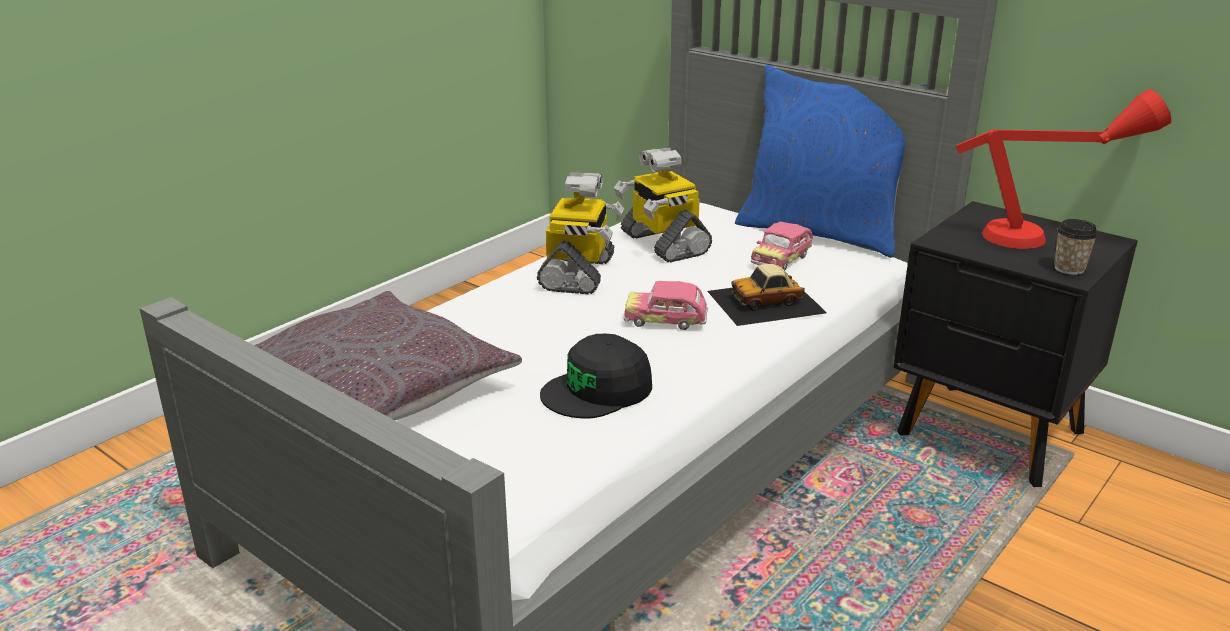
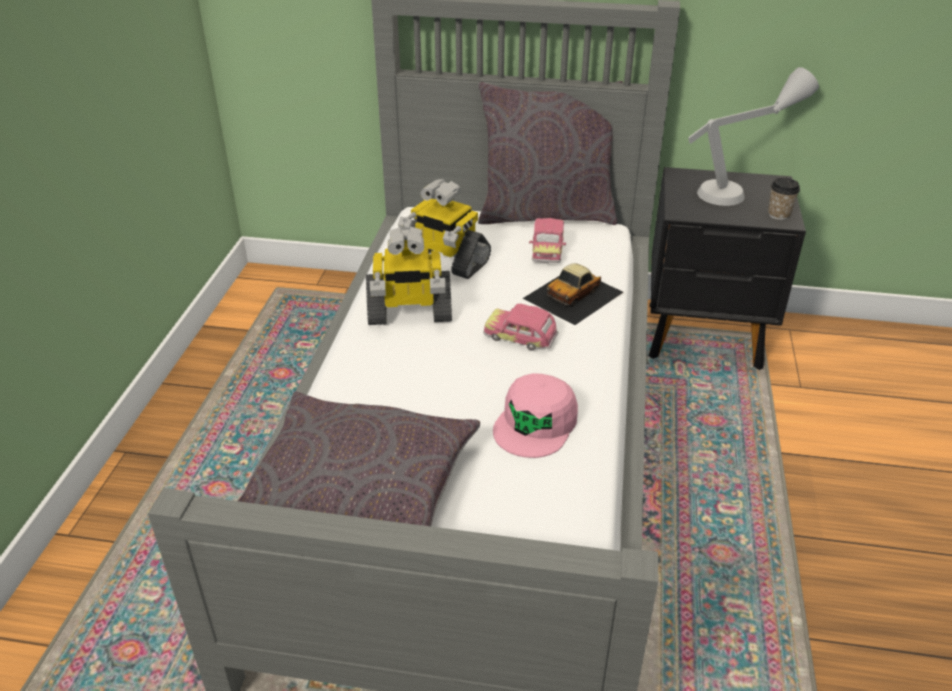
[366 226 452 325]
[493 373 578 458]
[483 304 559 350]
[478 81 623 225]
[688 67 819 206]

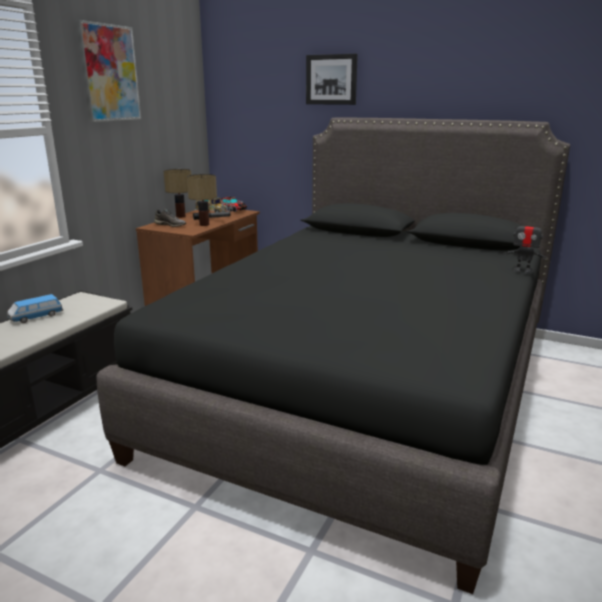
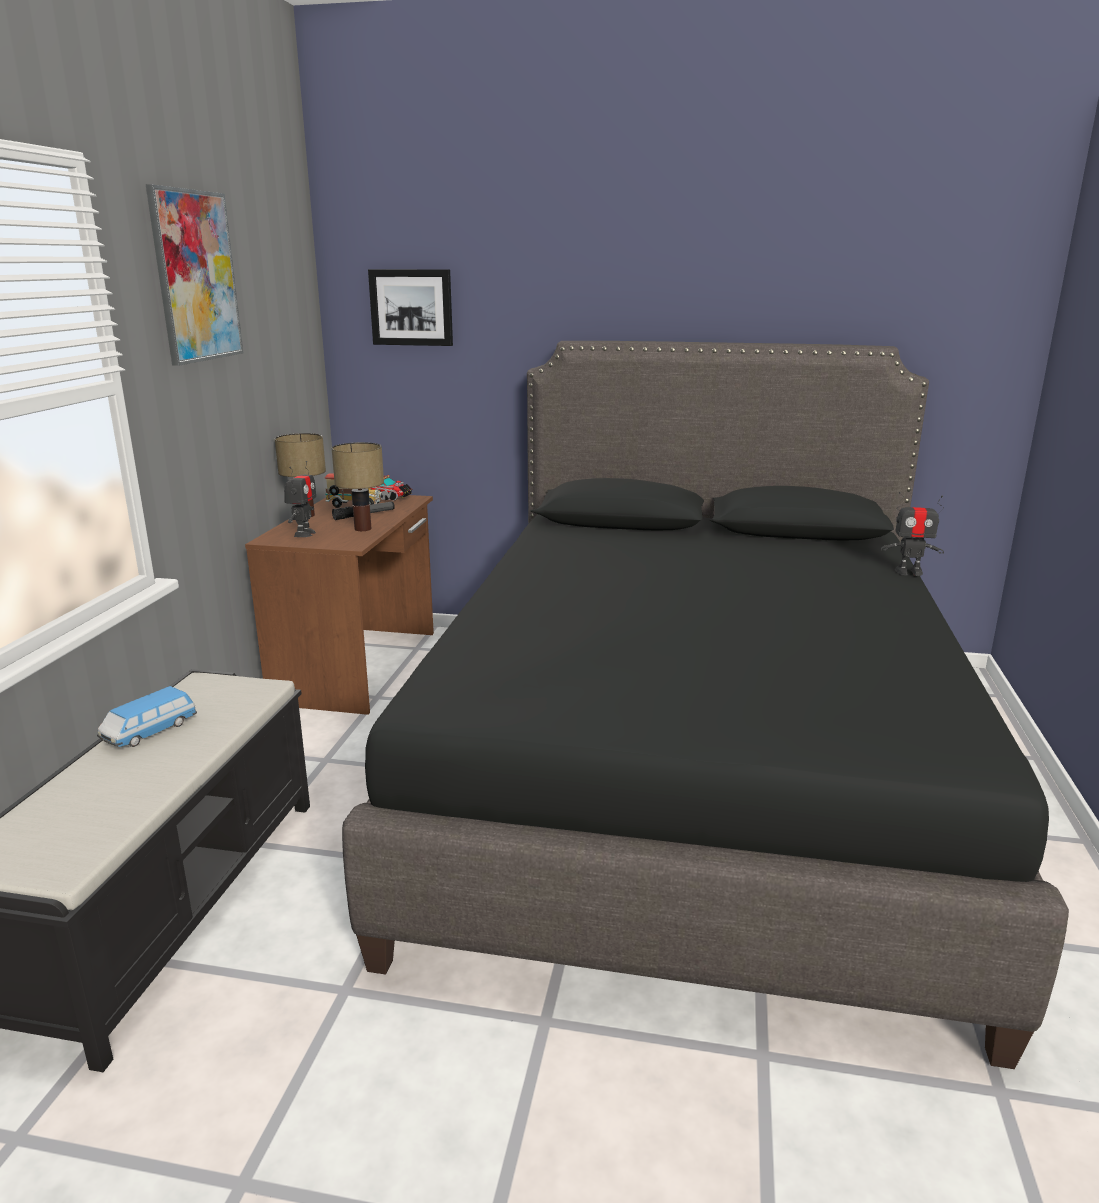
[284 461 316 537]
[368 269 453 346]

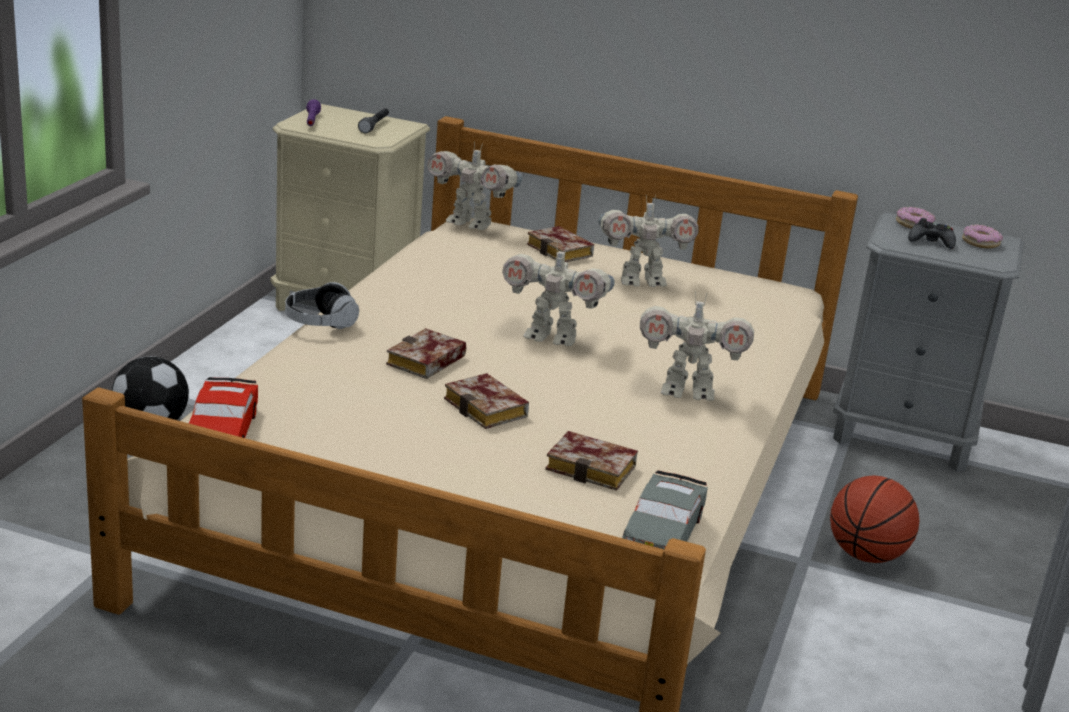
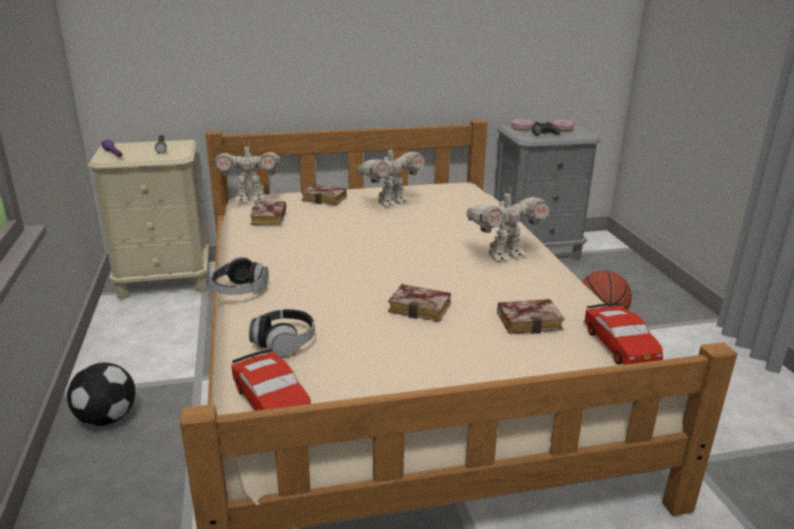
[250 201 286 225]
[502 241 614 346] (first image)
[585 303 663 365]
[249 309 315 356]

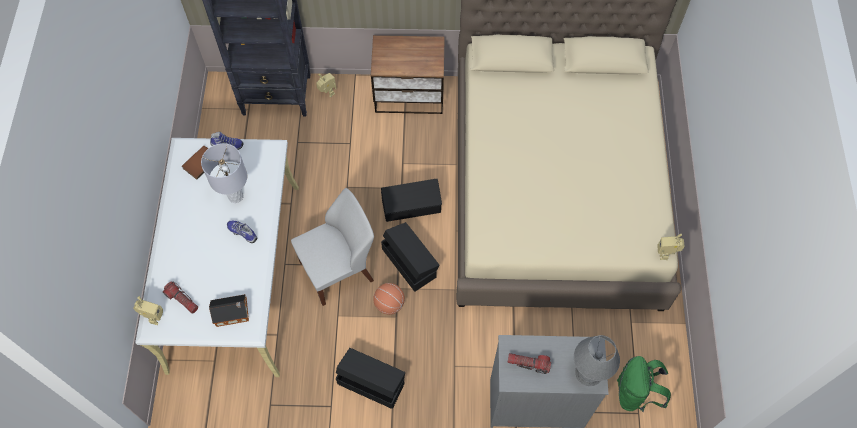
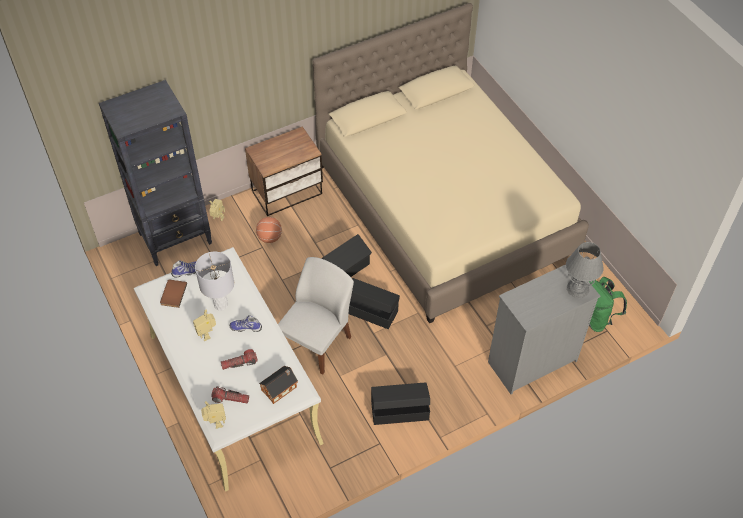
[256 217 282 243]
[221 349 257 370]
[193 310 216 341]

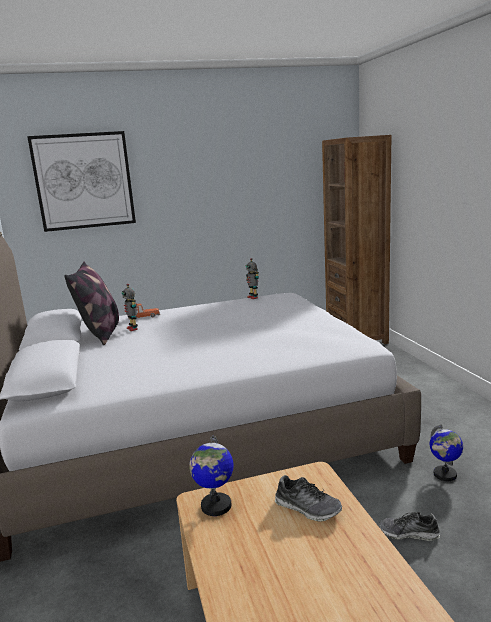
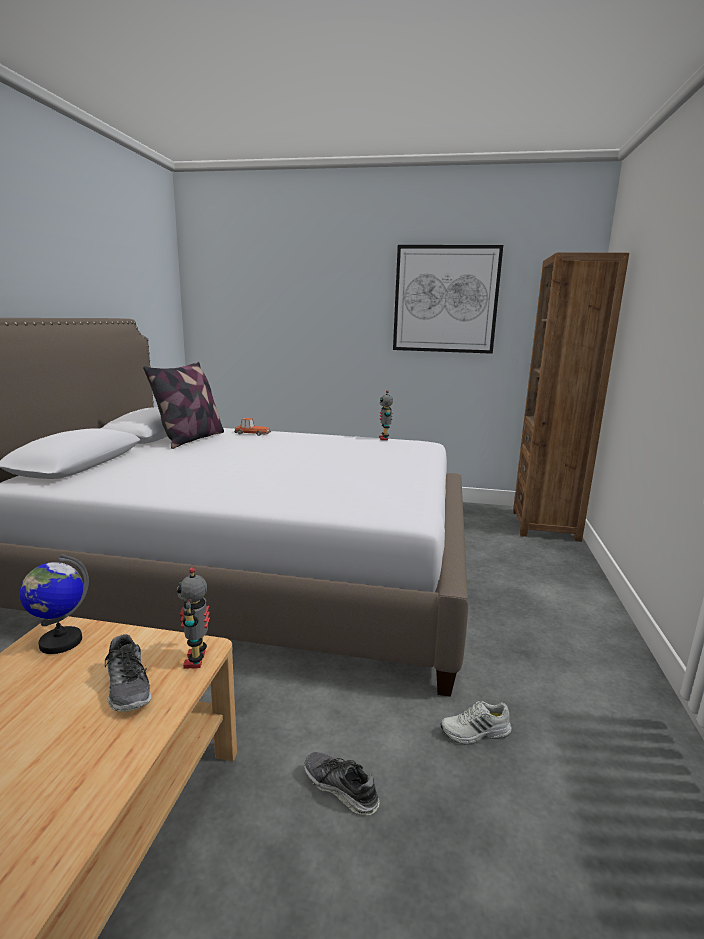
[393 245 503 354]
[177 567 210 669]
[440 701 512 744]

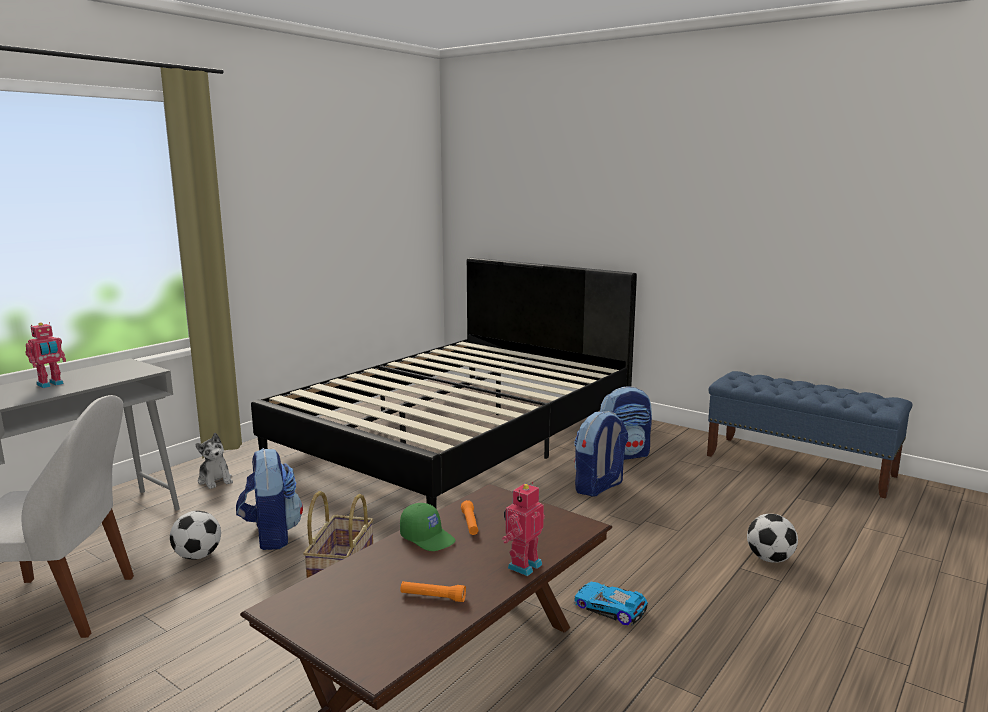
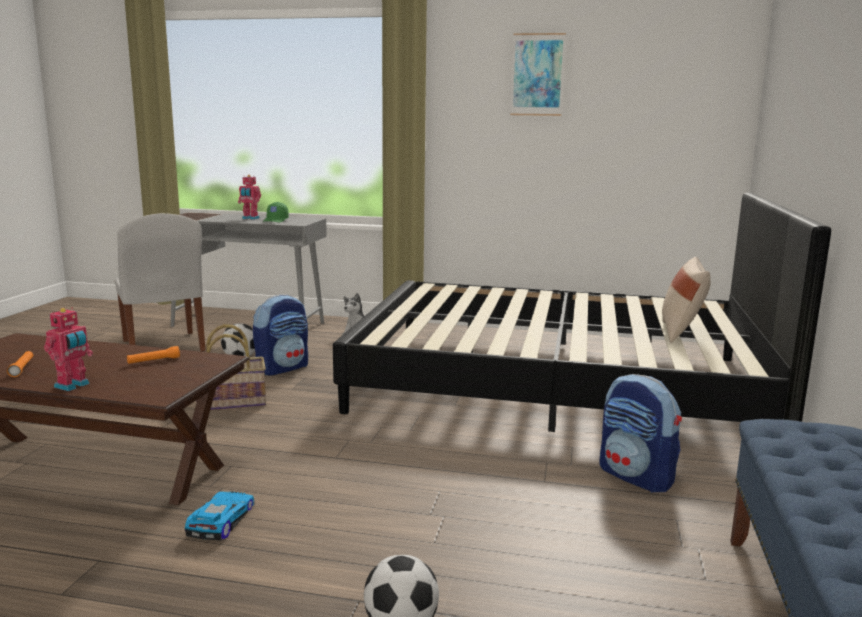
[263 202 289 222]
[44 307 93 391]
[574 411 628 497] (first image)
[510 33 566 116]
[662 257 711 343]

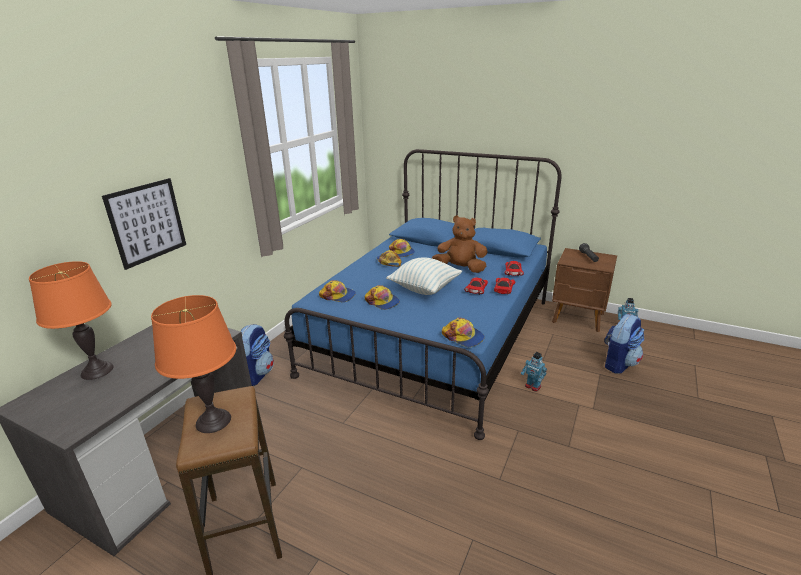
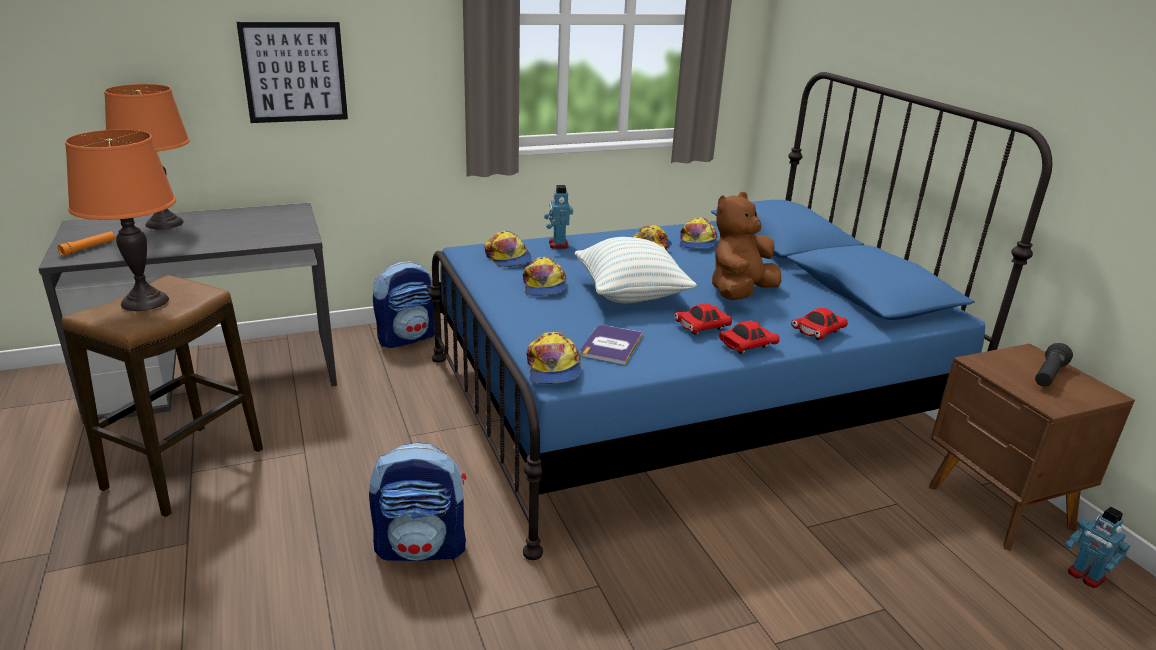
[712 192 781 300]
[544 185 573 249]
[369 442 466 561]
[58 231 115 256]
[580 325 643 365]

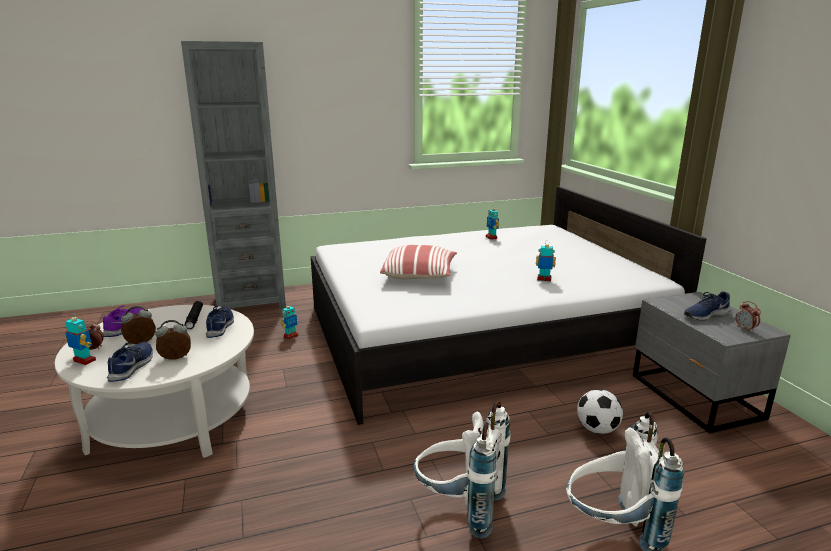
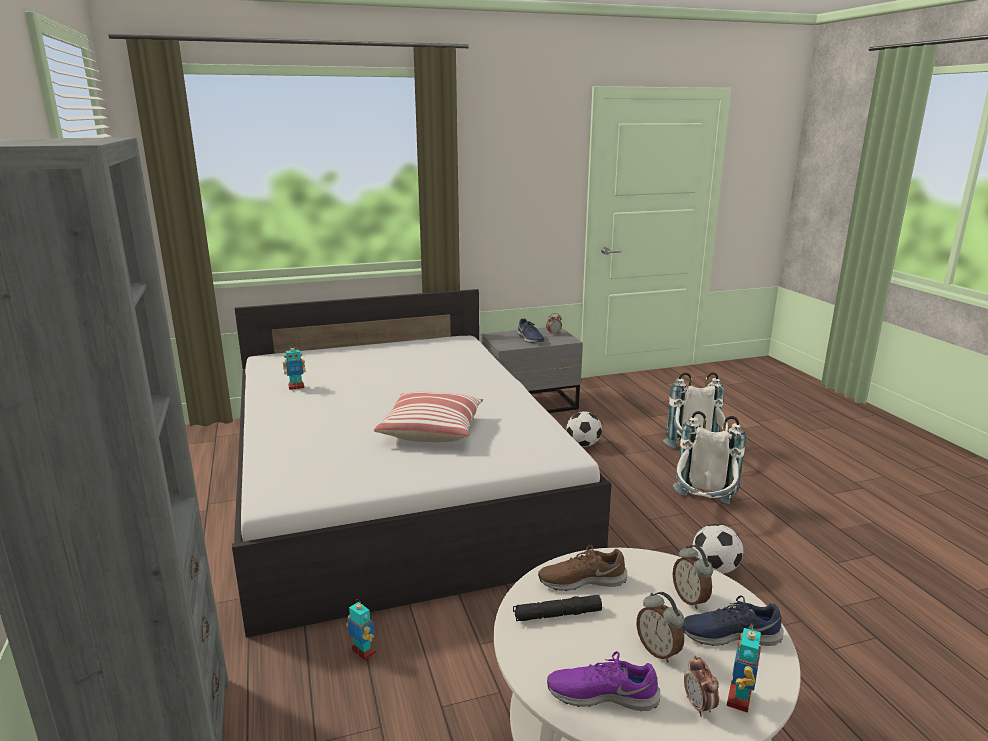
[538 545 627 591]
[536 242 556 281] (first image)
[692 524 743 574]

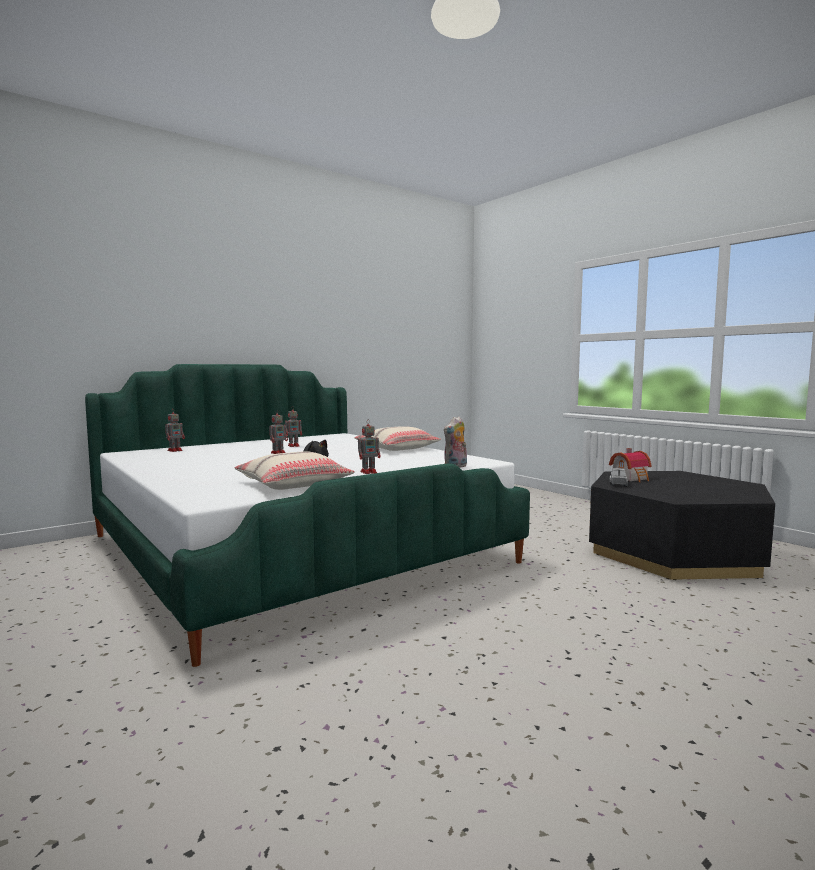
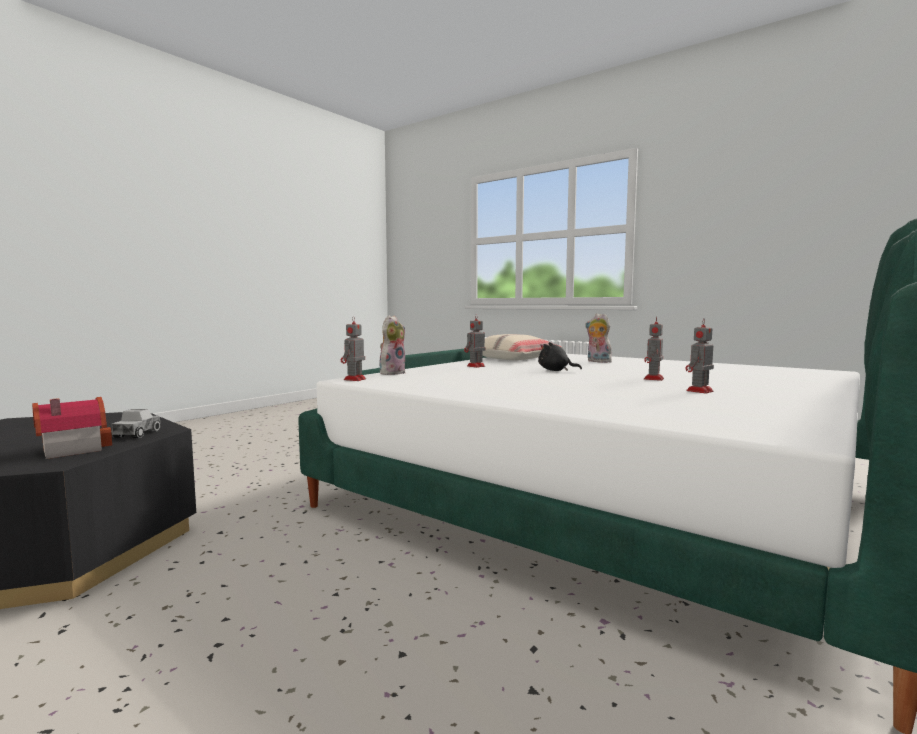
[341 316 366 381]
[354 426 441 451] (first image)
[585 313 612 363]

